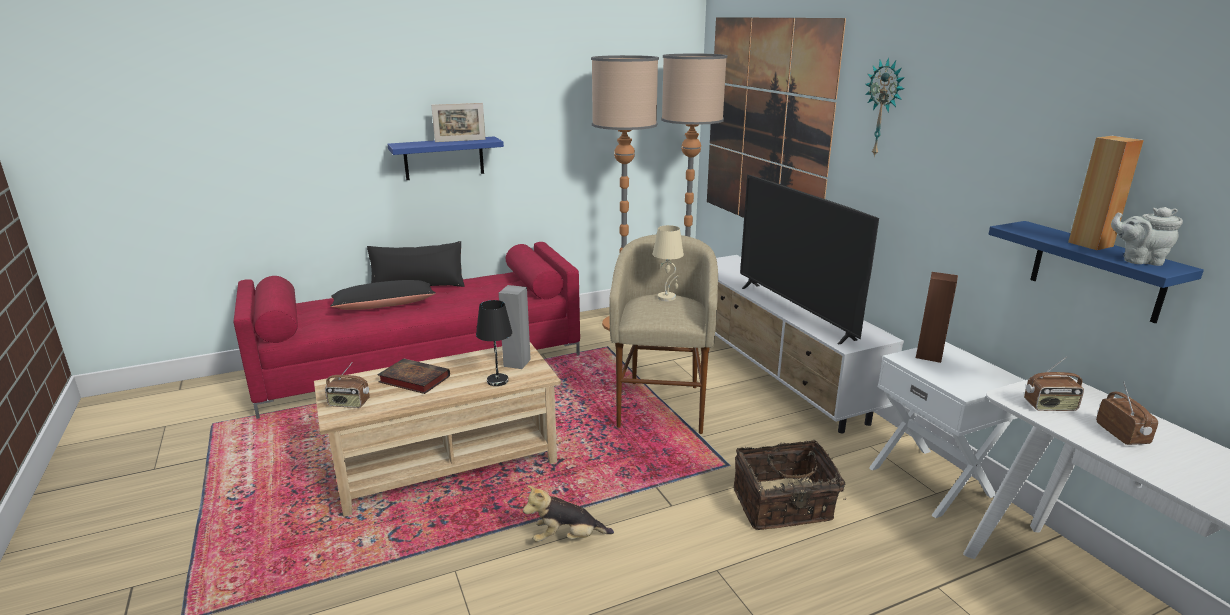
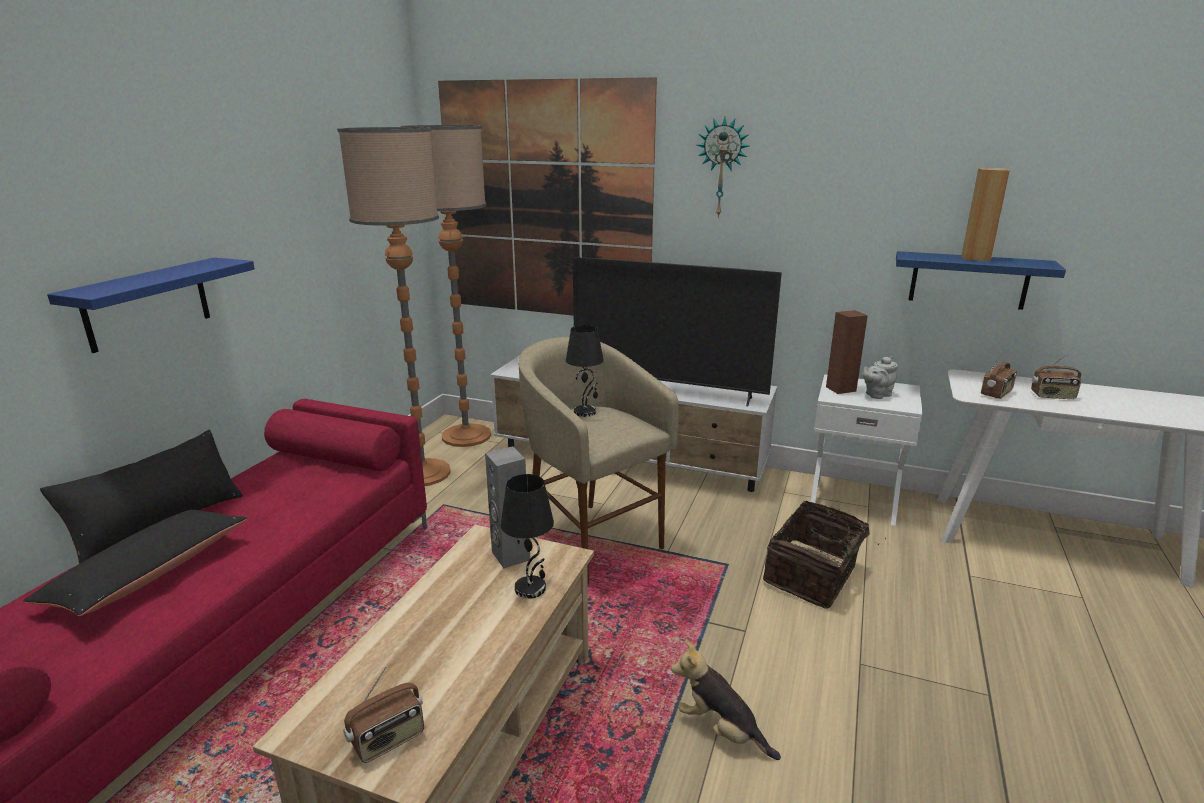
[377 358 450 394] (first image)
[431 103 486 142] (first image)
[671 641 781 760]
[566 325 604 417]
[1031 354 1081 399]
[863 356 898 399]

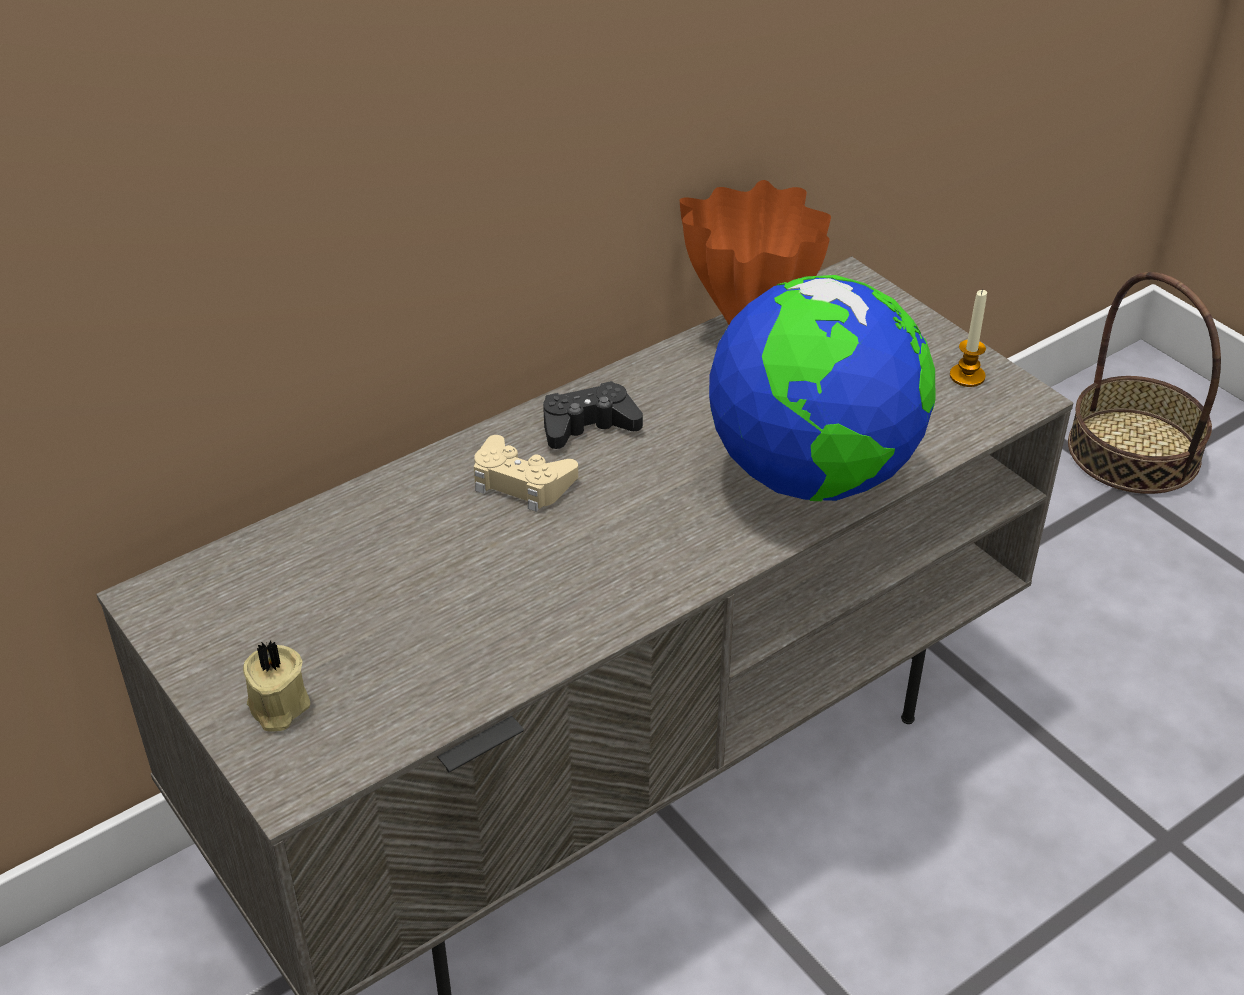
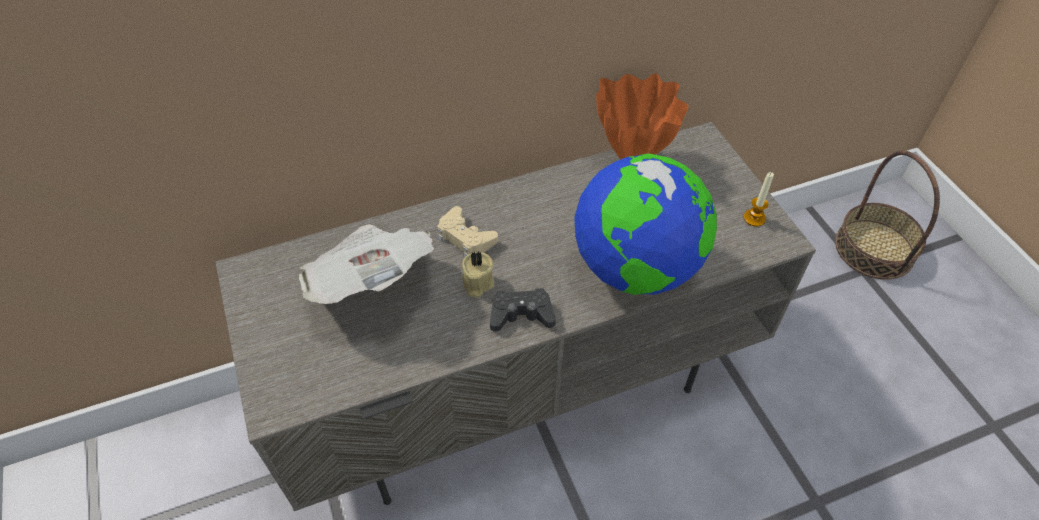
[462 251 494 298]
[490 288 556 332]
[299 224 434 304]

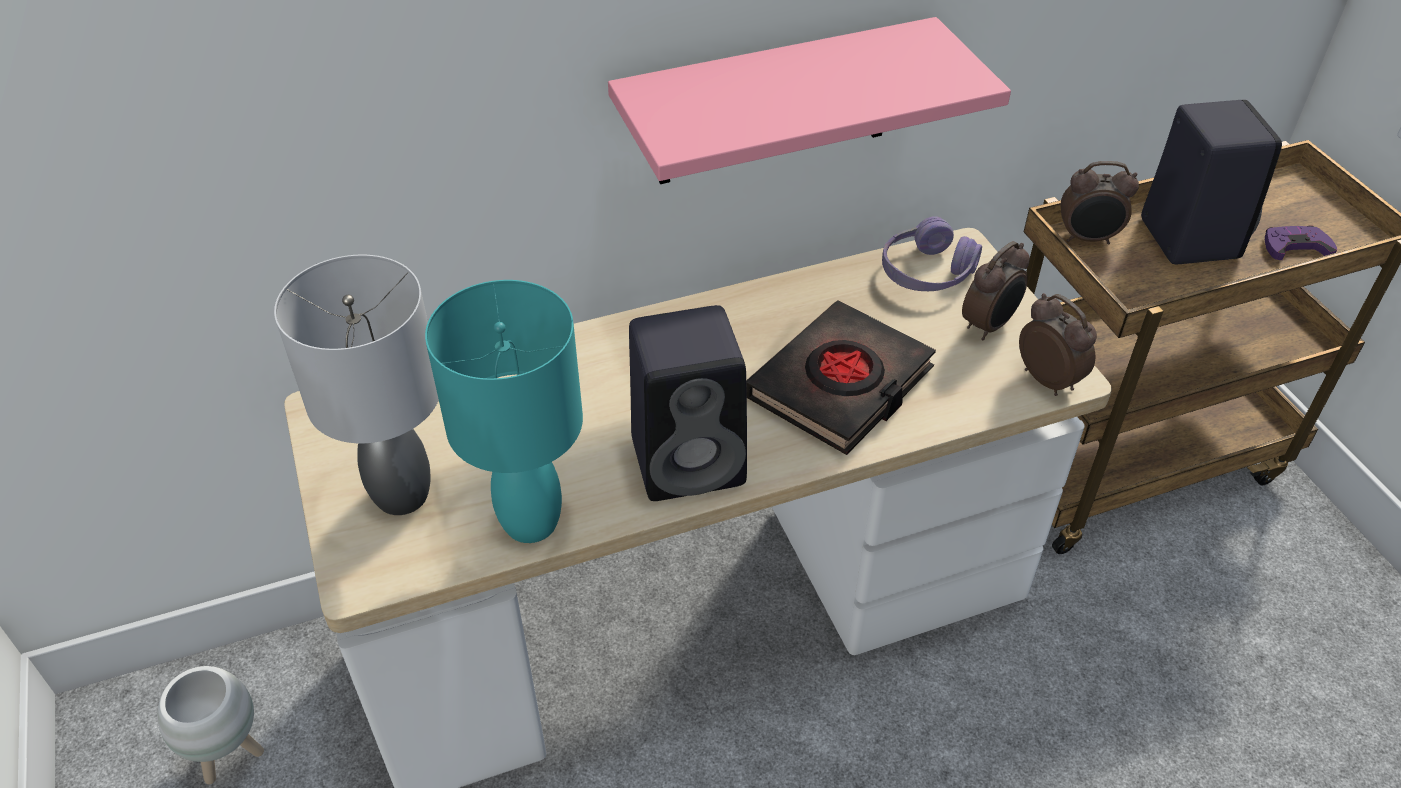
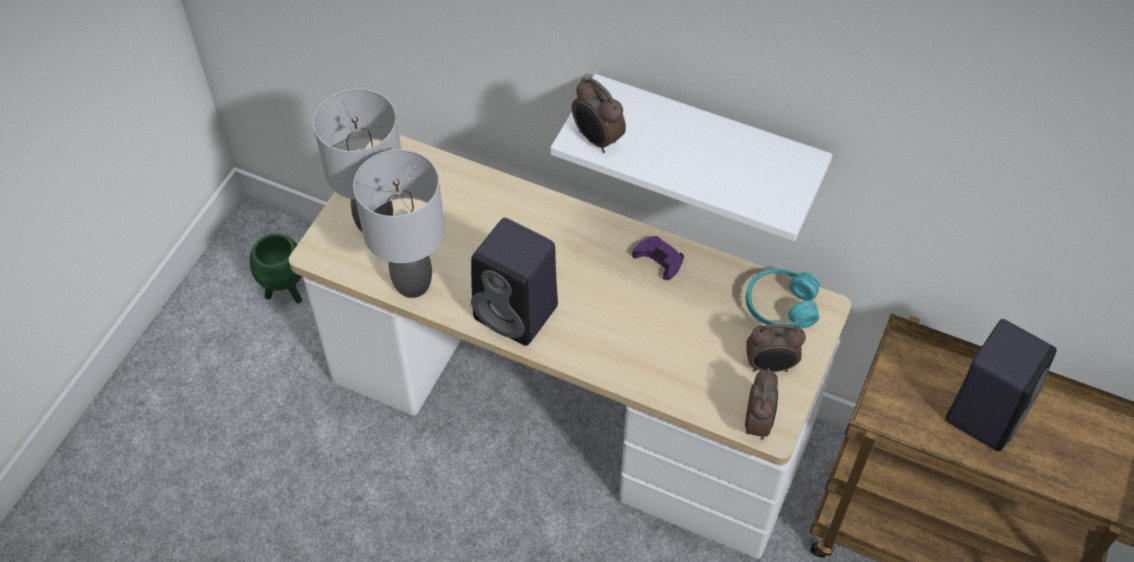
[250 233 302 303]
[353 150 445 298]
[550 74 833 241]
[746 300 936 455] (first image)
[746 269 820 328]
[572 78 626 153]
[632 236 684 280]

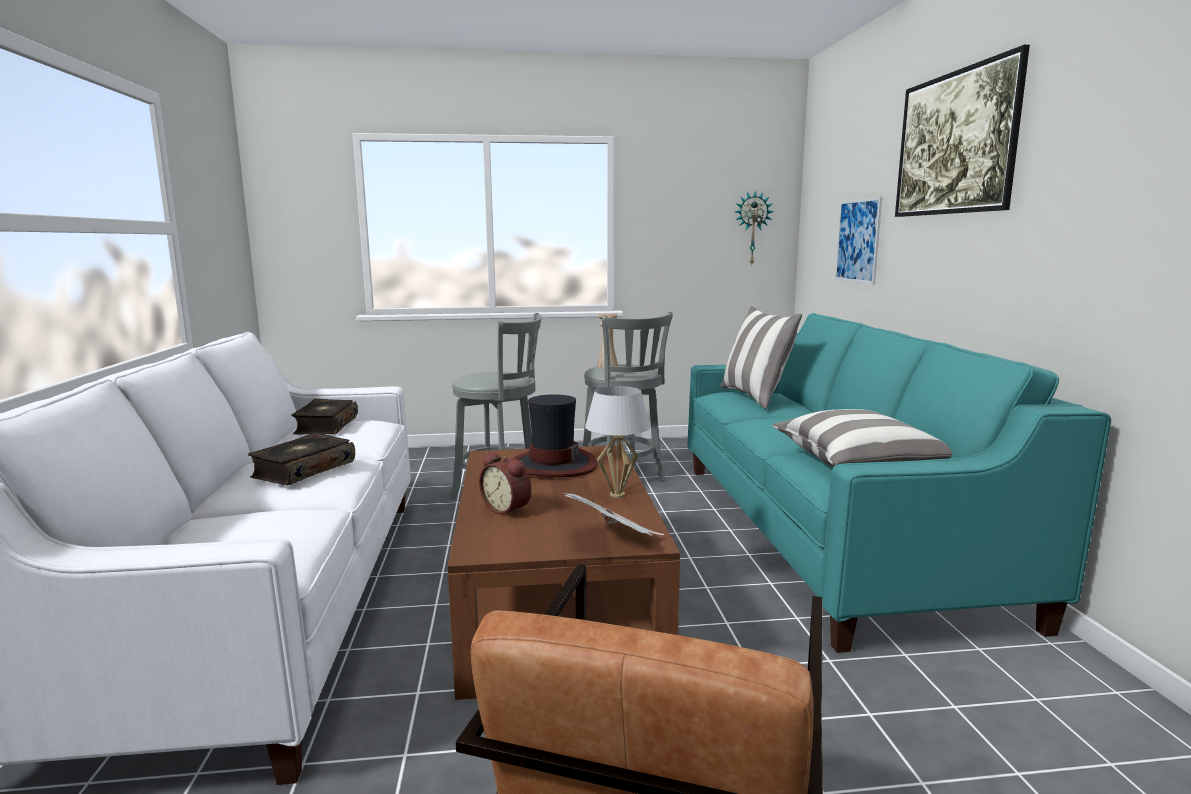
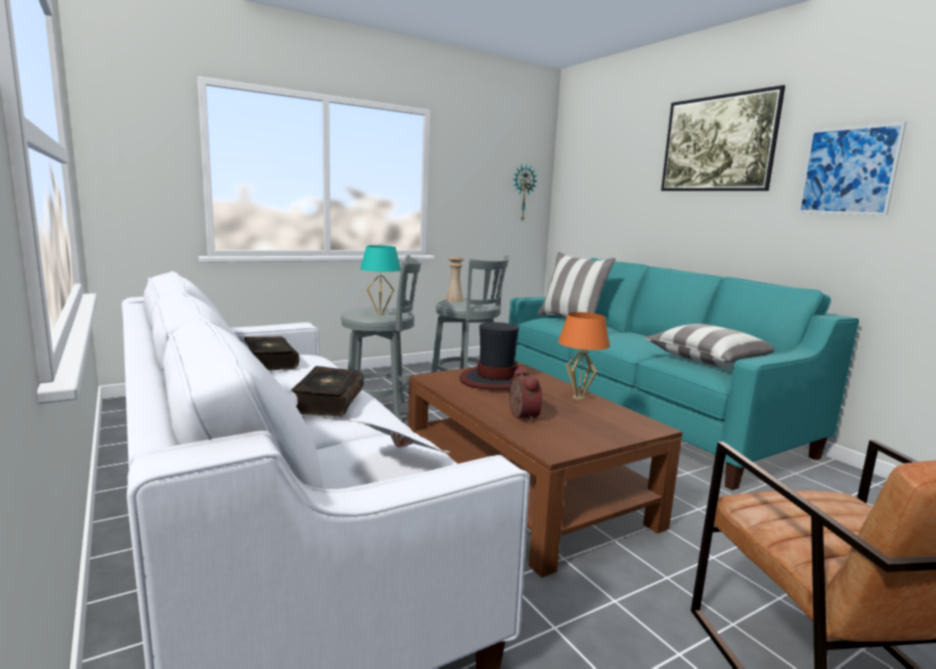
[509 366 542 423]
[348 421 450 454]
[558 312 610 400]
[797 122 906 216]
[360 245 401 315]

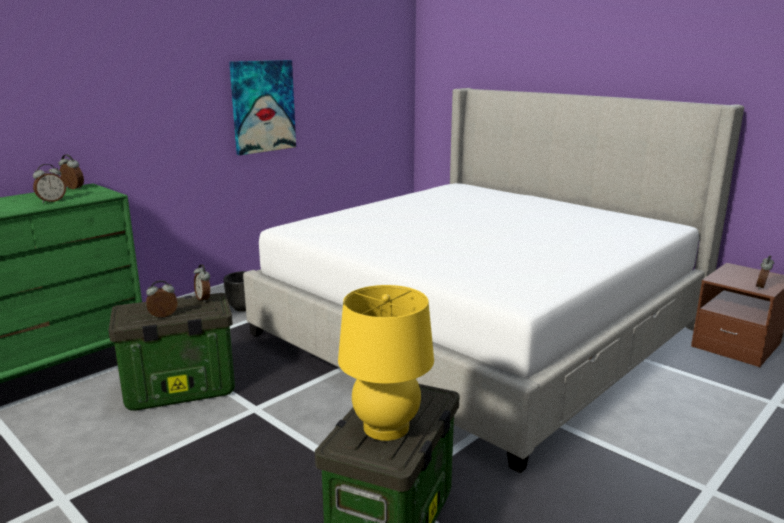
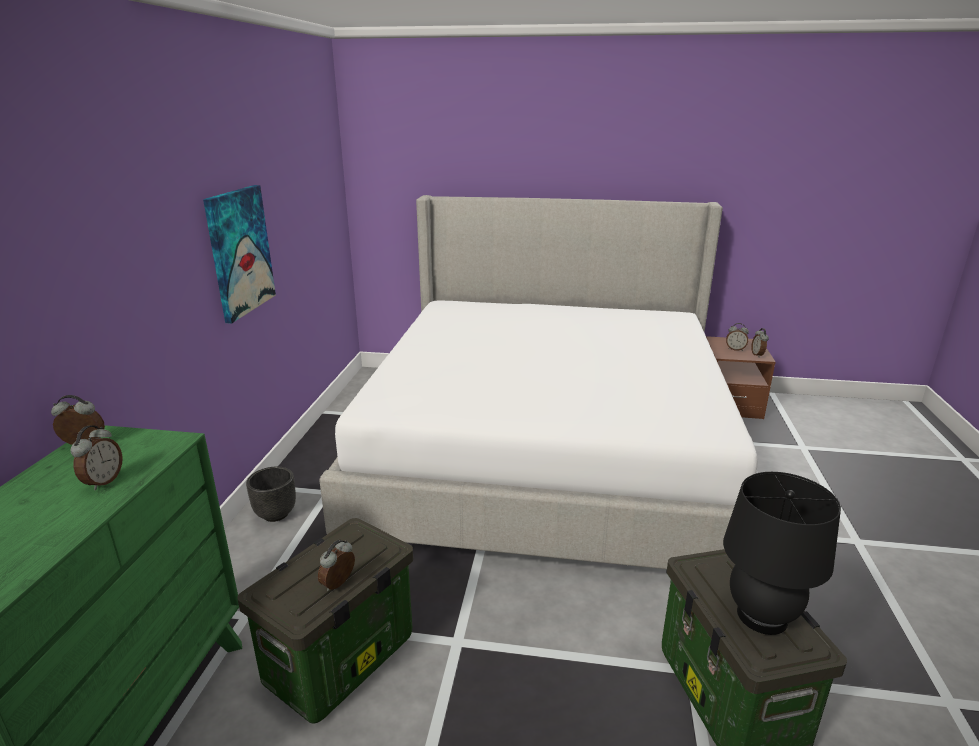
[726 323 749 351]
[723 472 841 635]

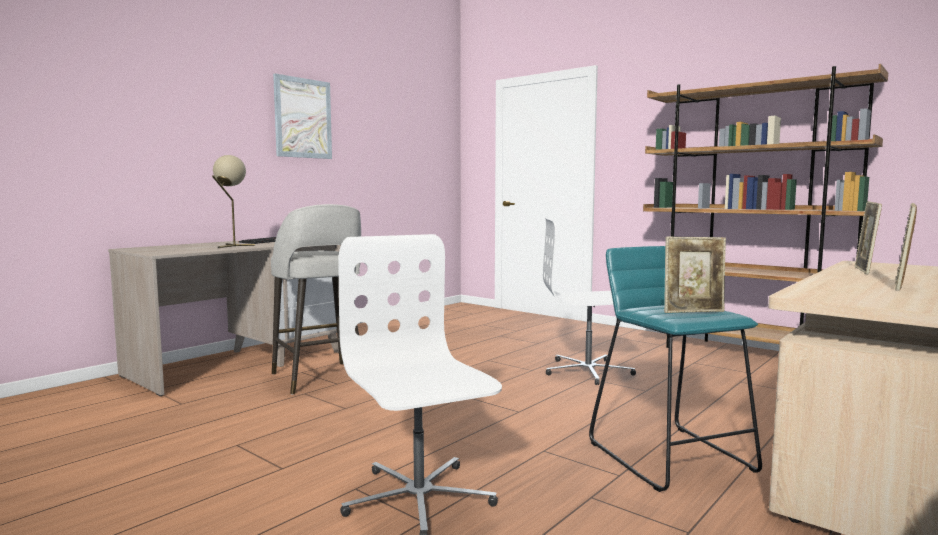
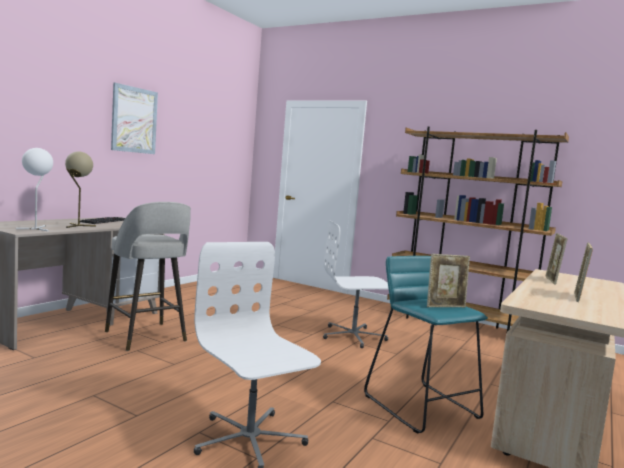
[16 148 53 231]

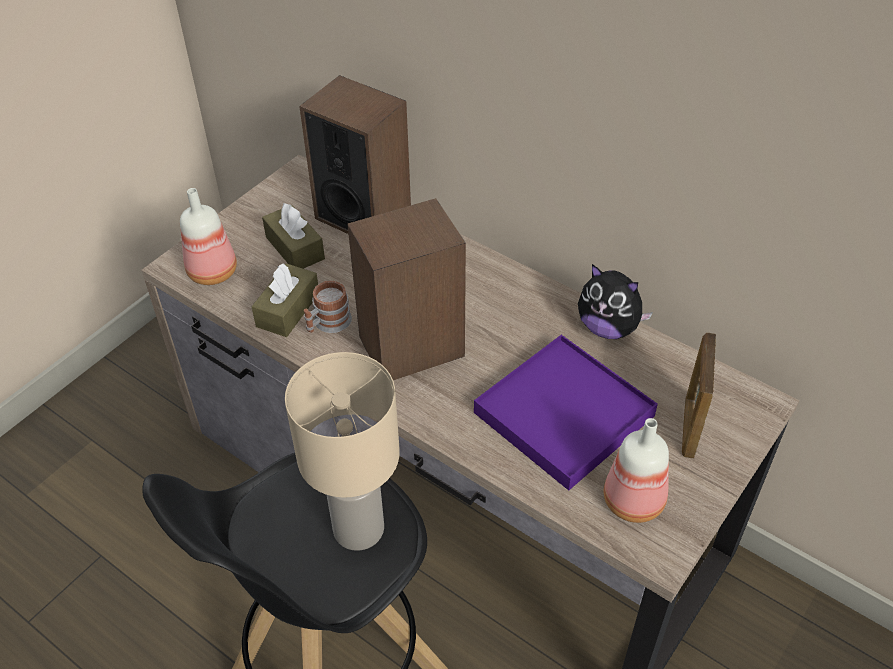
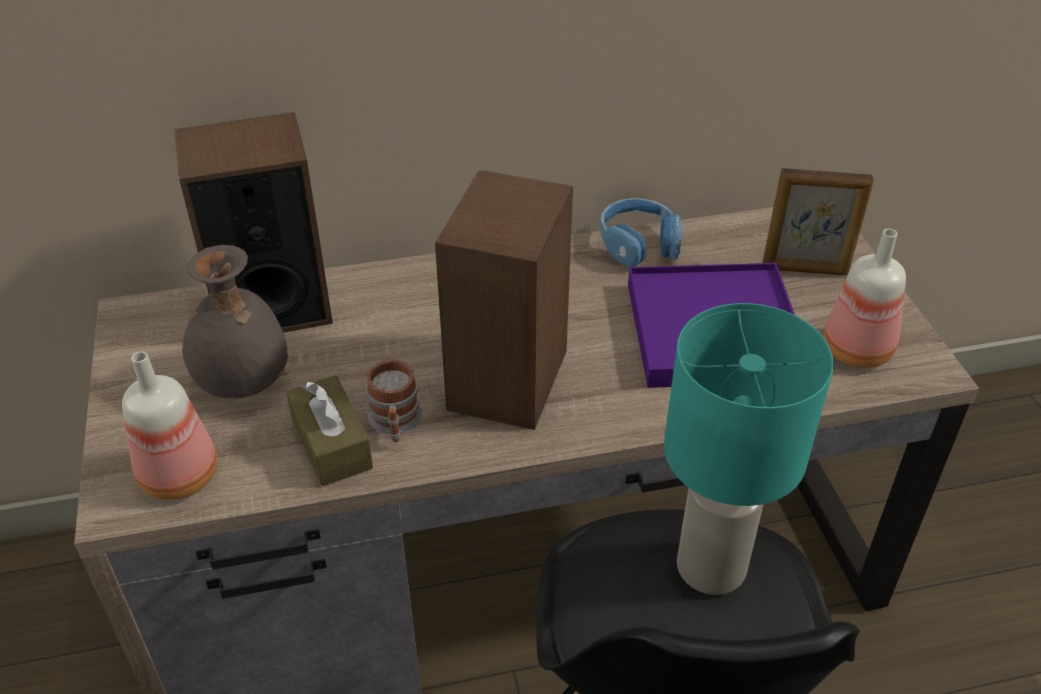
[182 245 289 398]
[664 303 834 595]
[600 198 682 268]
[762 168 874 276]

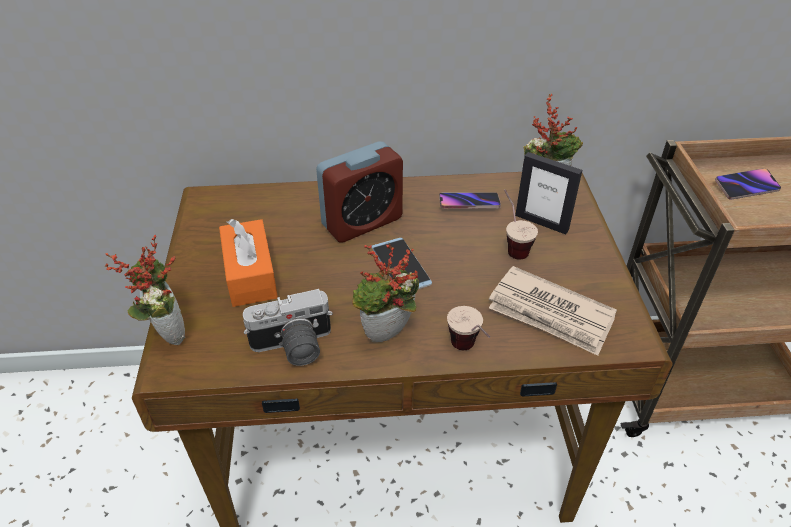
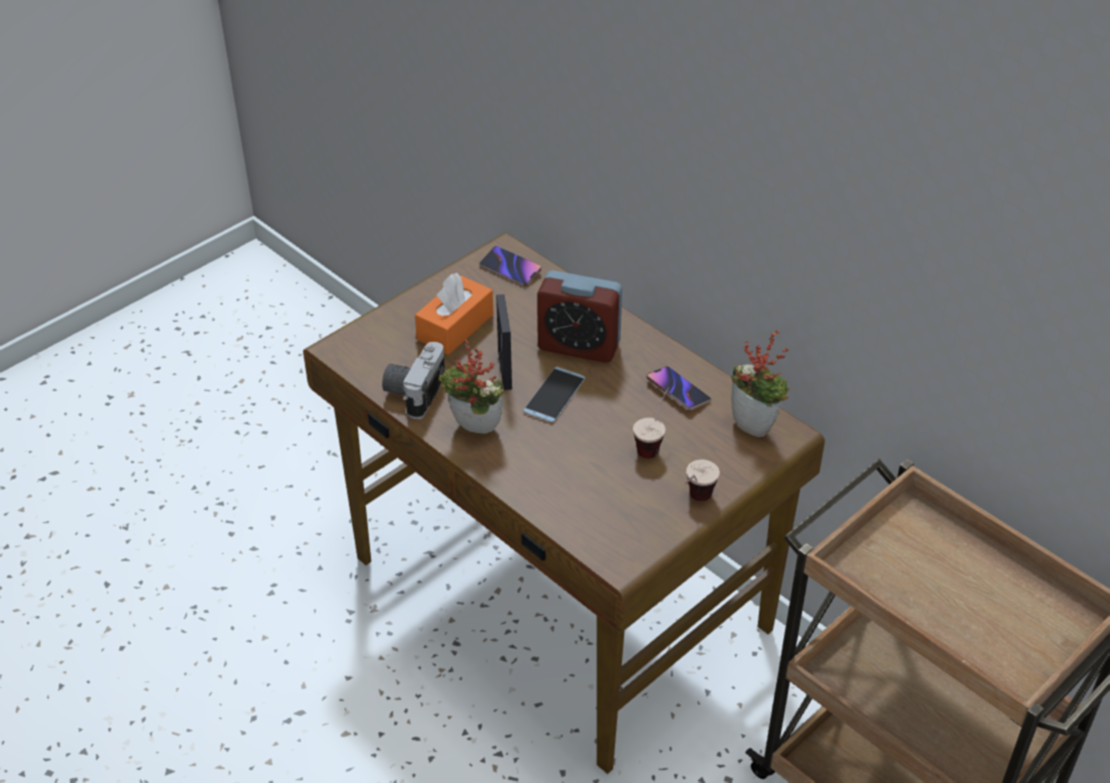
[104 235 185 345] (first image)
[382 342 445 419]
[685 460 720 501]
[489 266 617 356] (first image)
[496 294 512 390]
[479 246 542 286]

